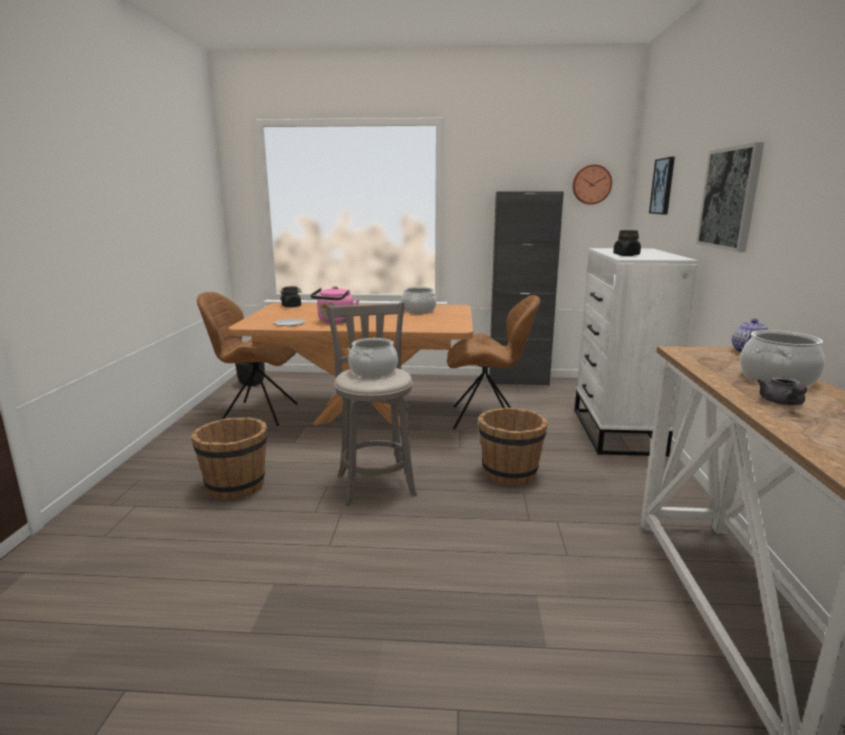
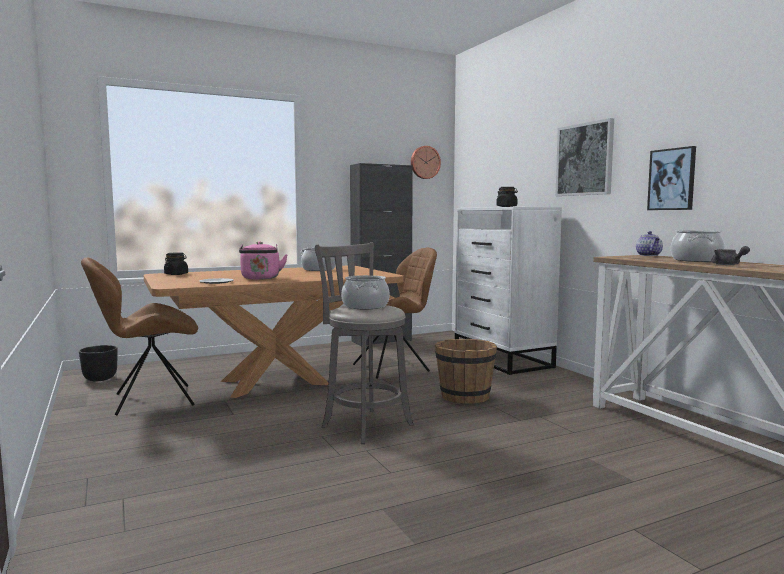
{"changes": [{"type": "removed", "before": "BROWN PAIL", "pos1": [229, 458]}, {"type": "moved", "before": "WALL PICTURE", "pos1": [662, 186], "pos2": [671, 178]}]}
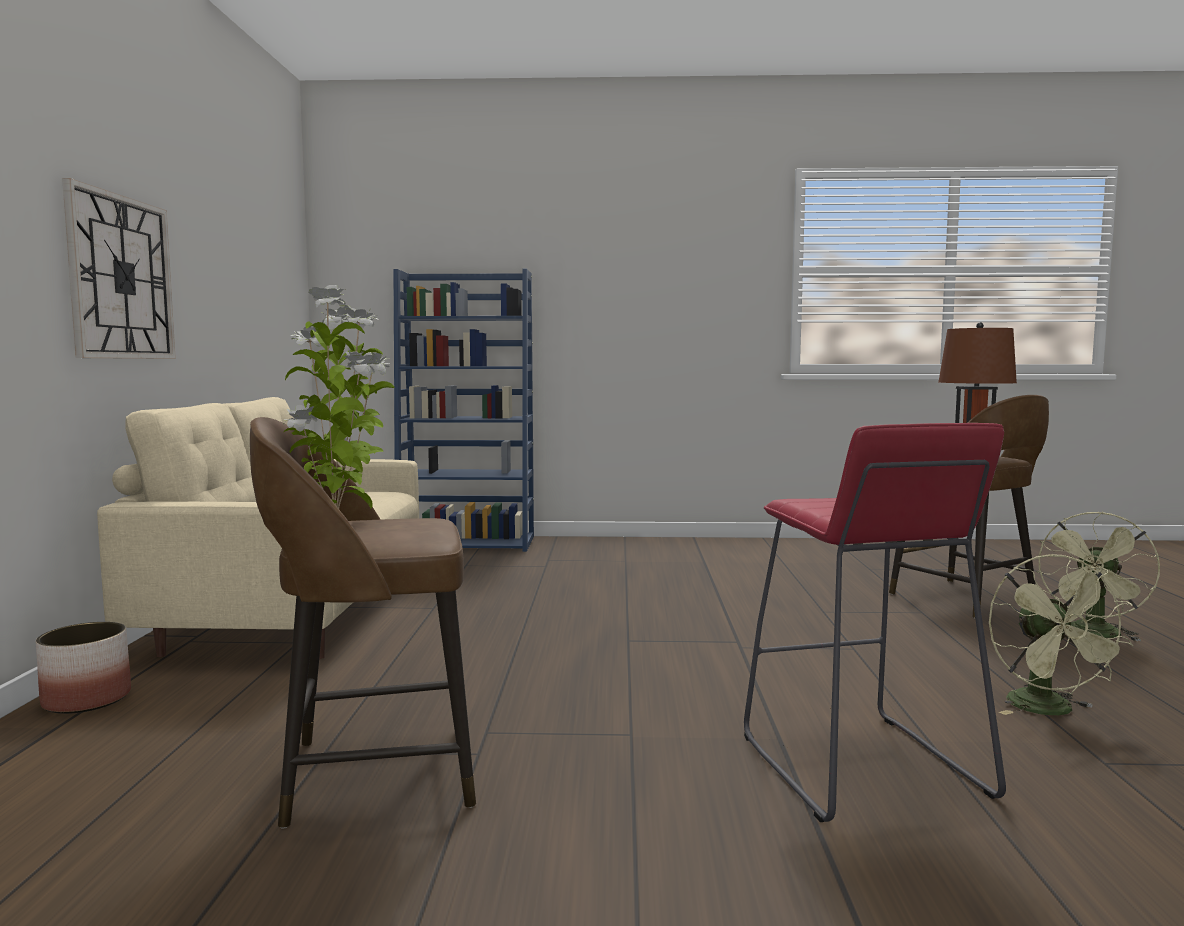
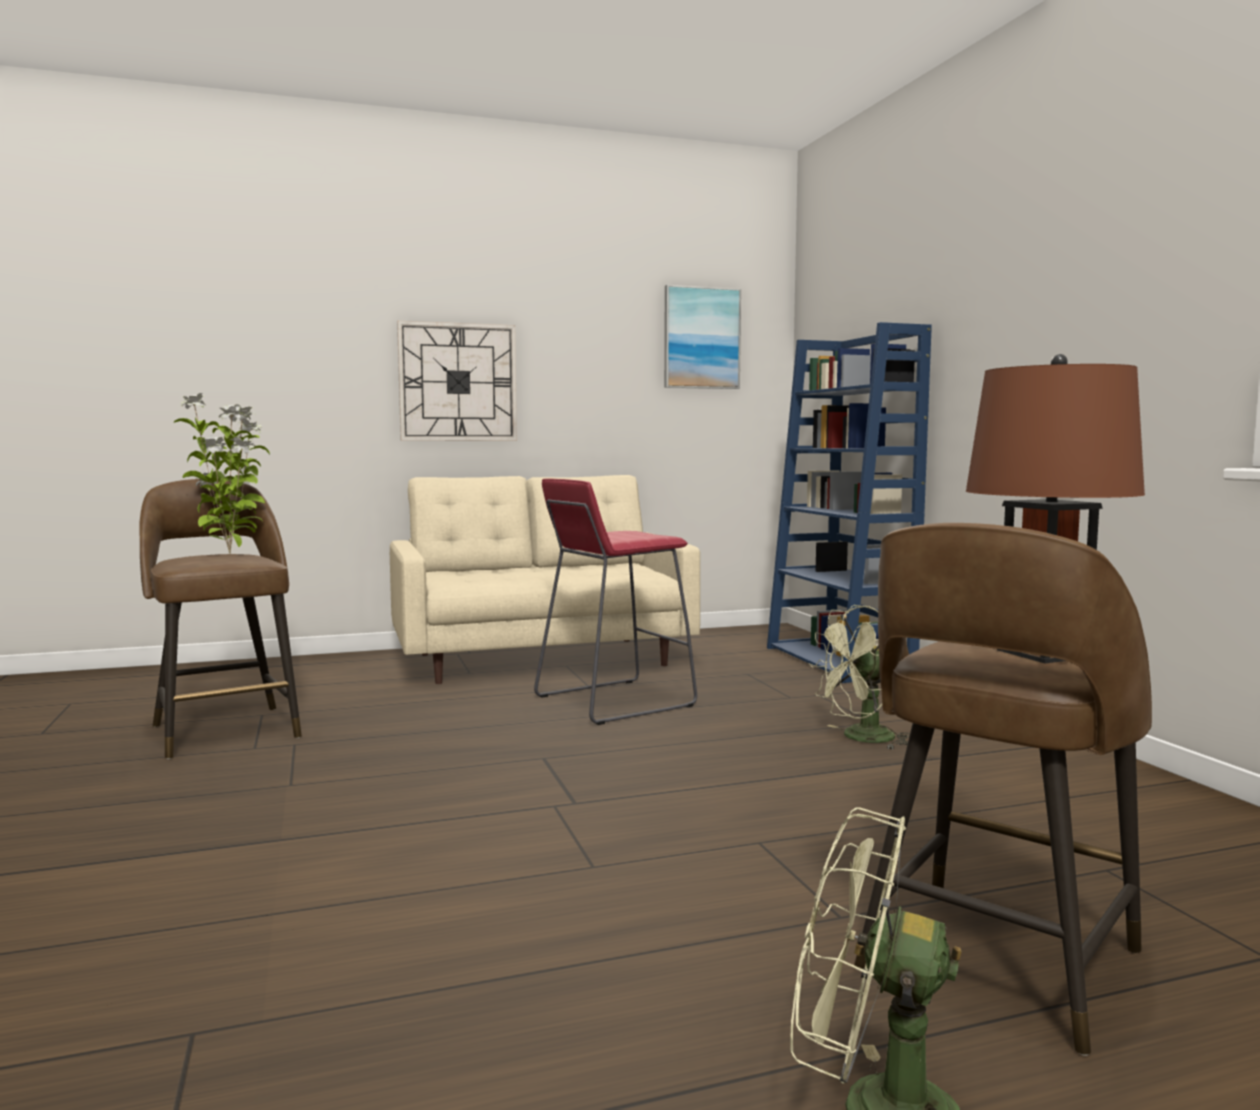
{"changes": [{"type": "removed", "before": "PLANTER", "pos1": [83, 668]}, {"type": "moved", "before": "RED-COLOURED SITTING STOOL", "pos1": [875, 622], "pos2": [615, 601]}, {"type": "moved", "before": "GREEN-COLOURED COOLING FAN", "pos1": [1061, 634], "pos2": [859, 677]}, {"type": "added", "after": "WALL PICTURE", "pos2": [702, 337]}]}
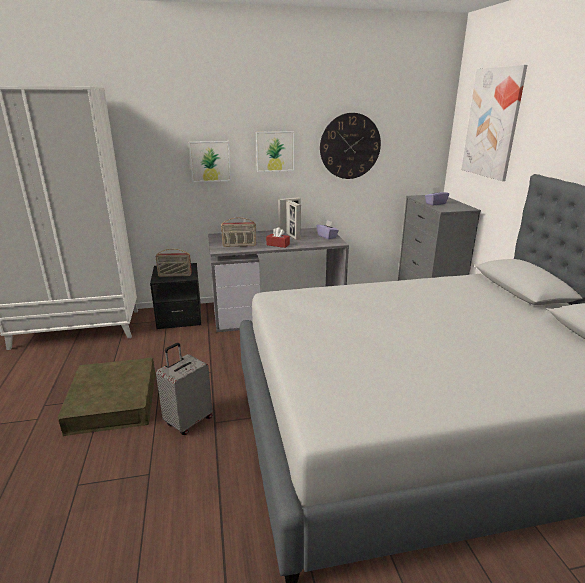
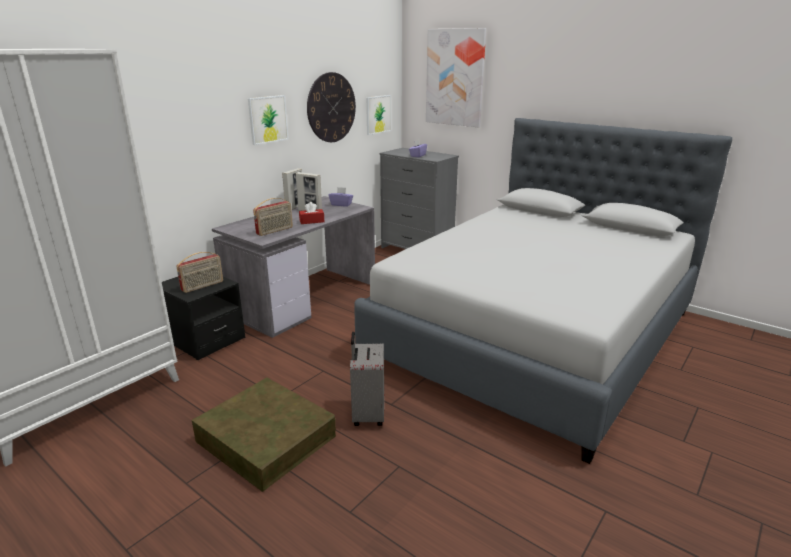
{"changes": [{"type": "moved", "before": "WALL PICTURE", "pos1": [210, 161], "pos2": [378, 115]}]}
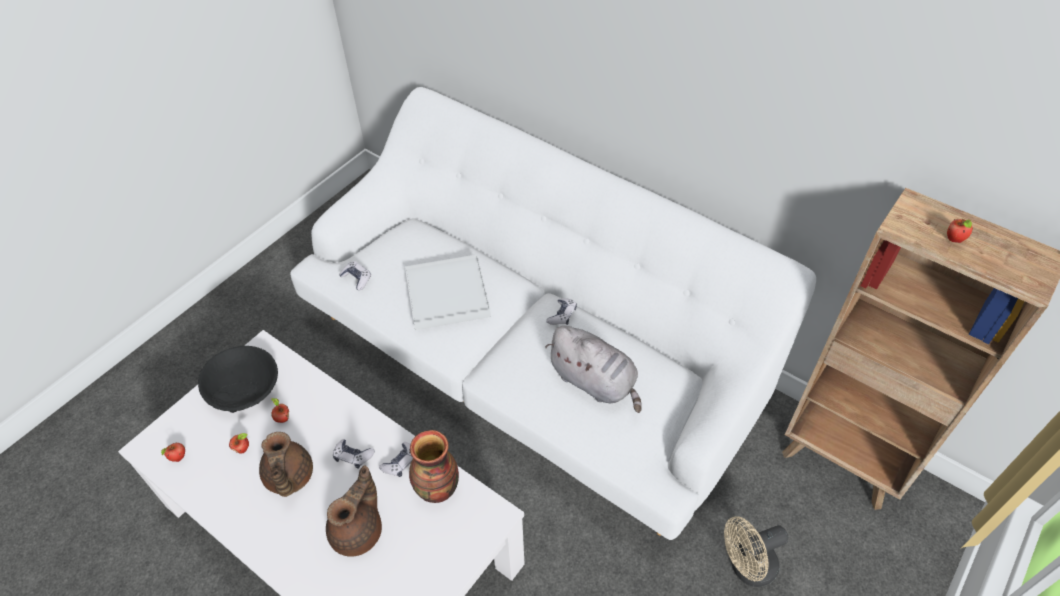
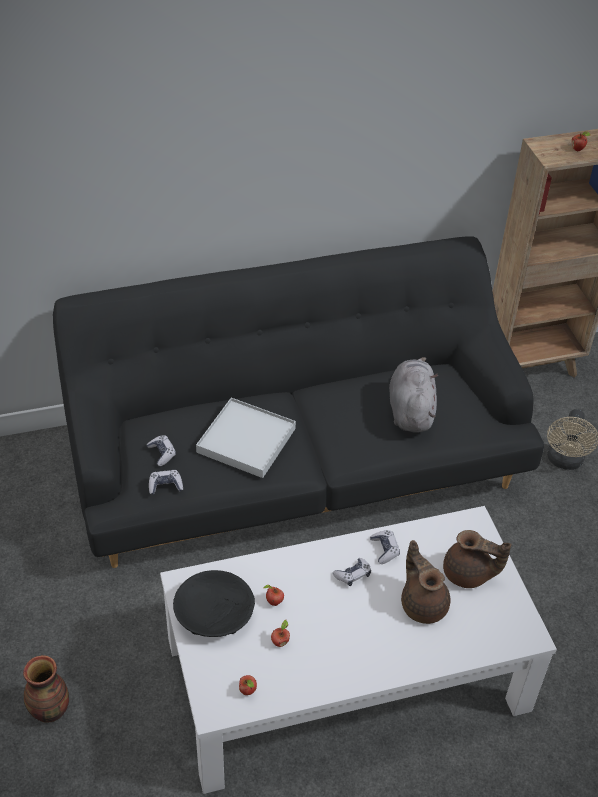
{"changes": [{"type": "moved", "before": "BROWN POT FOR TEA", "pos1": [286, 464], "pos2": [477, 559]}, {"type": "recoloured", "before": "WHITE SETTEE", "after": "BLACK-COLOURED SETTEE", "pos1": [553, 313], "pos2": [298, 402]}, {"type": "moved", "before": "FLOWER VASE", "pos1": [434, 466], "pos2": [46, 689]}, {"type": "turned", "before": "GRAY CUDDLY TOY", "pos1": [593, 369], "pos2": [413, 395], "turn": -75}, {"type": "moved", "before": "GAME CONTROLLER", "pos1": [561, 311], "pos2": [161, 450]}]}
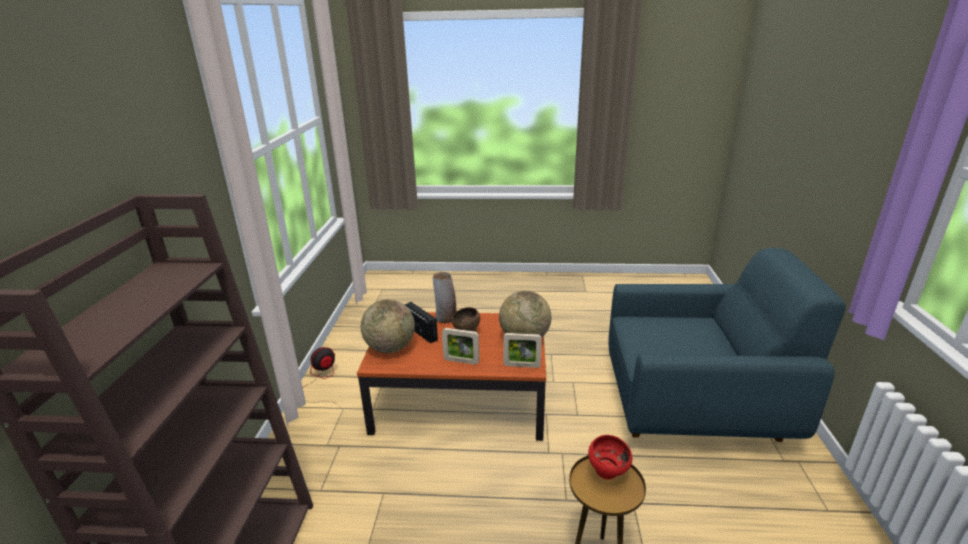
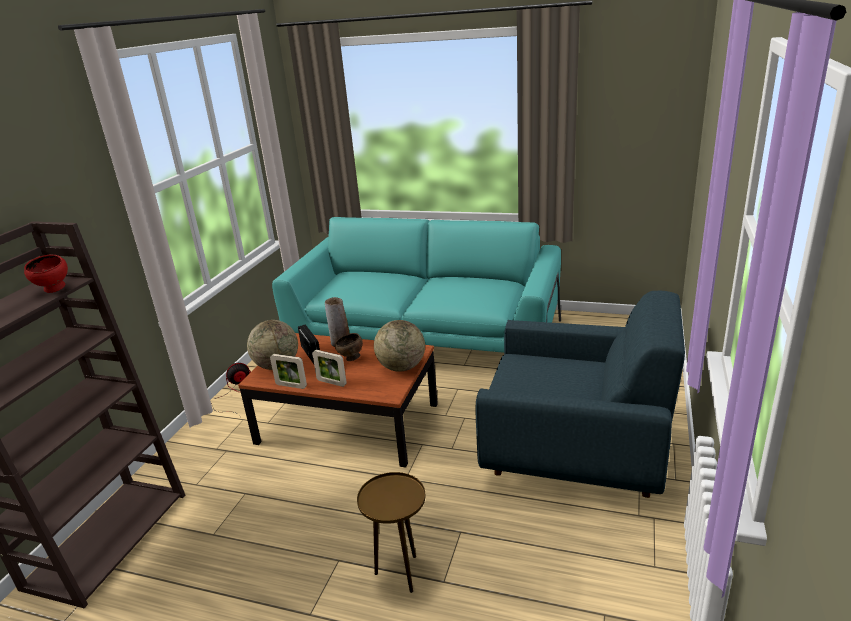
{"changes": [{"type": "moved", "before": "STANDING FRAME", "pos1": [522, 350], "pos2": [288, 371]}, {"type": "moved", "before": "RED-COLOURED BOWL", "pos1": [610, 457], "pos2": [46, 274]}, {"type": "added", "after": "BLUE-GREEN SETTEE", "pos2": [416, 285]}]}
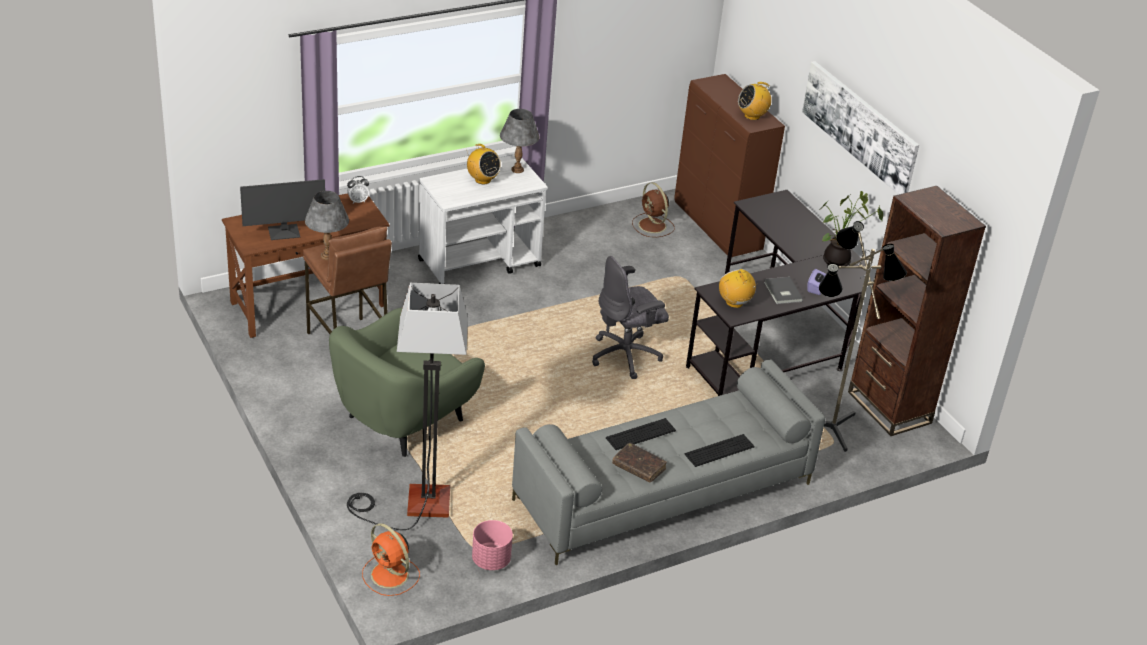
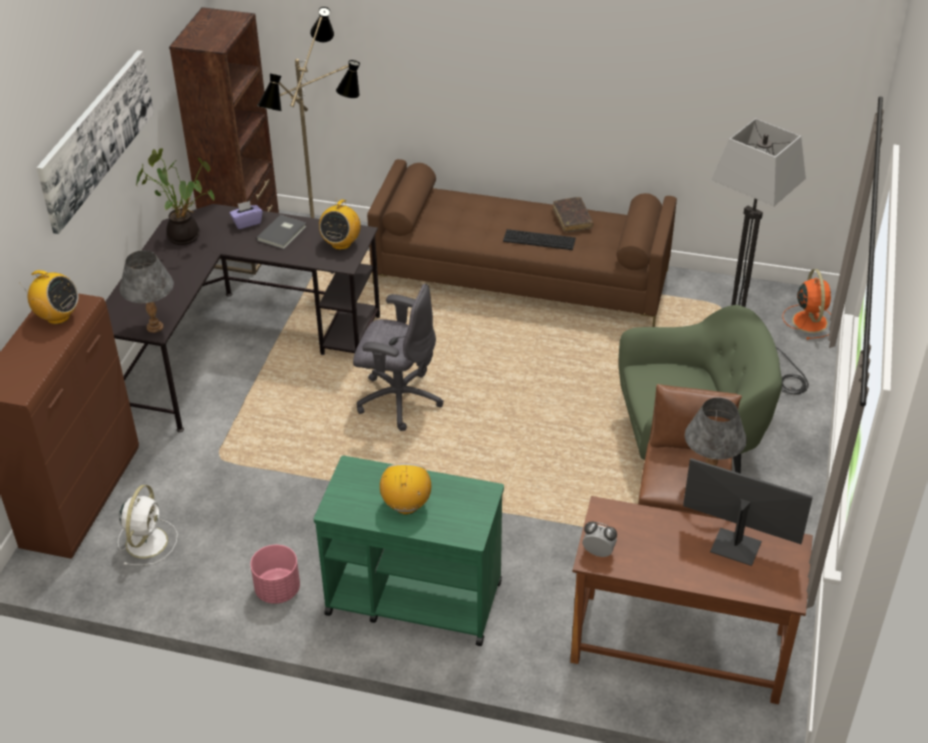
{"changes": [{"type": "recoloured", "before": "WHITE TROLLEY", "after": "GREEN-COLOURED TROLLEY", "pos1": [483, 221], "pos2": [409, 551]}, {"type": "moved", "before": "PINK-COLOURED PLANTER", "pos1": [492, 545], "pos2": [275, 574]}, {"type": "moved", "before": "GRAY TABLETOP LAMP", "pos1": [520, 141], "pos2": [146, 291]}, {"type": "recoloured", "before": "GRAY SETTEE", "after": "BROWN SETTEE", "pos1": [668, 462], "pos2": [522, 243]}, {"type": "recoloured", "before": "BROWN COOLING FAN", "after": "WHITE COOLING FAN", "pos1": [653, 210], "pos2": [148, 525]}, {"type": "removed", "before": "COMPUTER KEYBOARD", "pos1": [720, 450]}]}
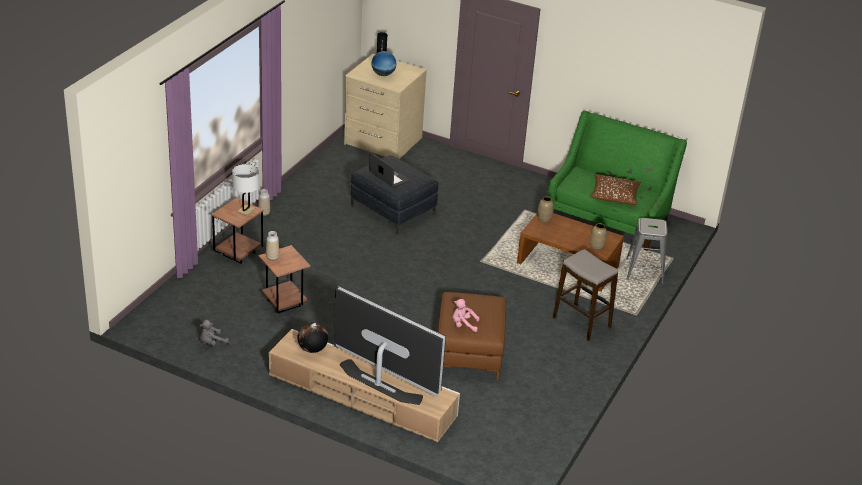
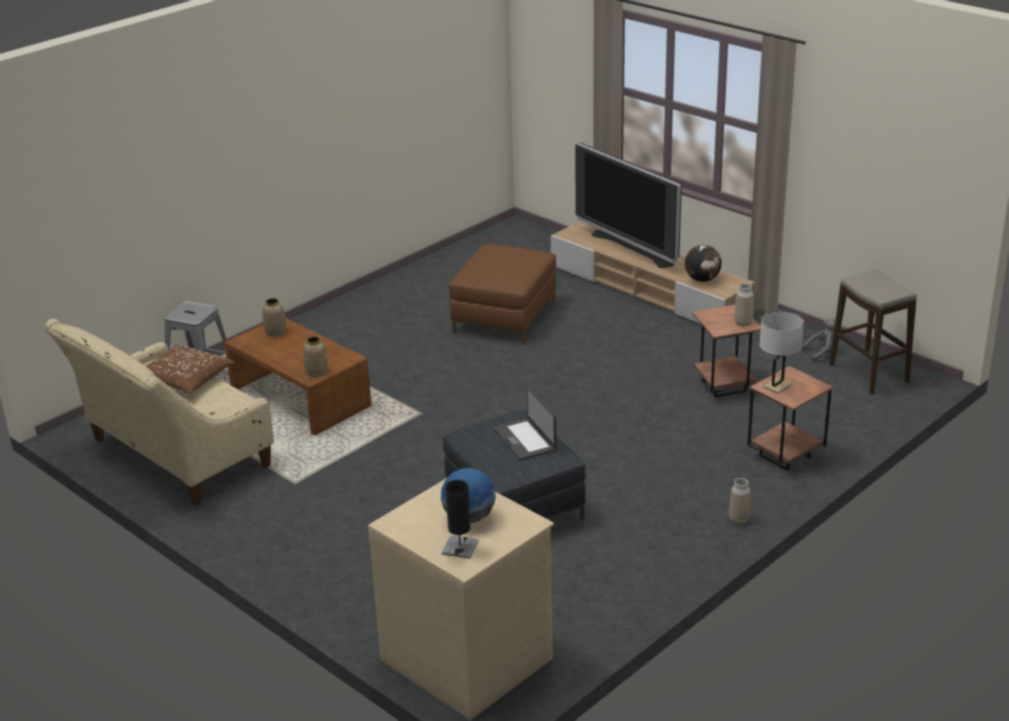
{"changes": [{"type": "removed", "before": "PINK-COLOURED CUDDLY TOY", "pos1": [466, 315]}, {"type": "recoloured", "before": "GREEN-COLOURED SETTEE", "after": "BEIGE SETTEE", "pos1": [617, 180], "pos2": [159, 412]}, {"type": "moved", "before": "SITTING STOOL", "pos1": [585, 295], "pos2": [873, 332]}]}
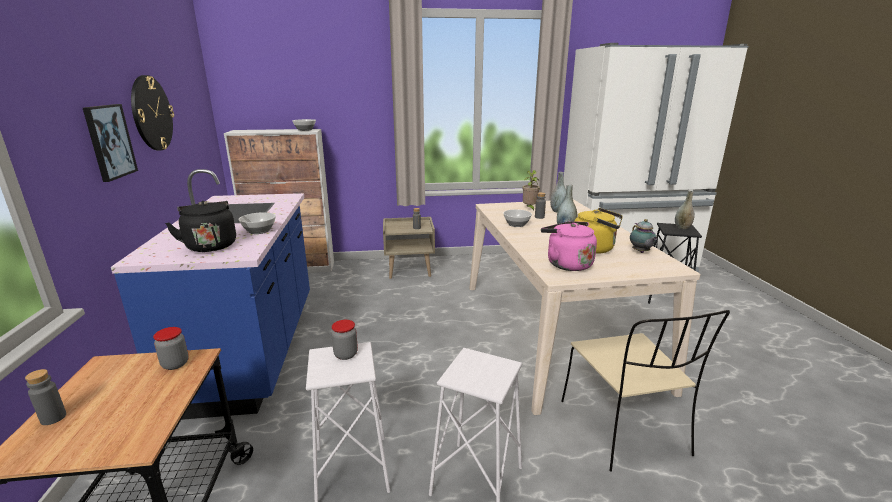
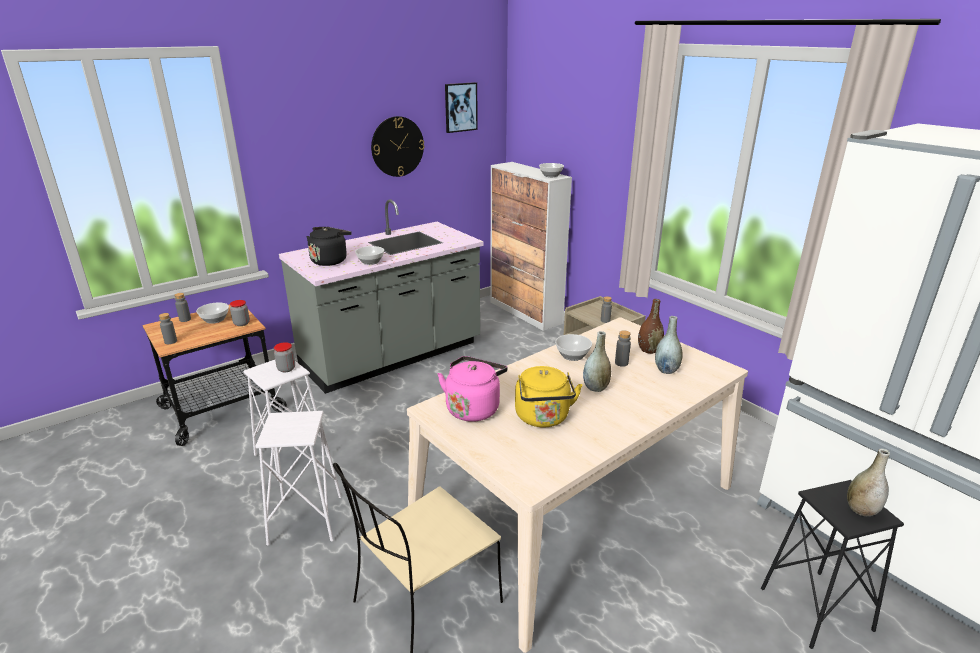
{"changes": [{"type": "moved", "before": "WALL PICTURE", "pos1": [110, 143], "pos2": [461, 107]}, {"type": "recoloured", "before": "BLUE-COLOURED KITCHEN BASE UNIT", "after": "GRAY KITCHEN BASE UNIT", "pos1": [210, 294], "pos2": [381, 296]}, {"type": "replaced", "before": "PLANT IN A POT", "after": "BROWN FLOWER VASE", "pos1": [531, 190], "pos2": [651, 326]}, {"type": "removed", "before": "POT FOR TEA", "pos1": [643, 236]}, {"type": "added", "after": "GRAY BOTTLE", "pos2": [168, 328]}, {"type": "added", "after": "BOWL", "pos2": [212, 313]}]}
